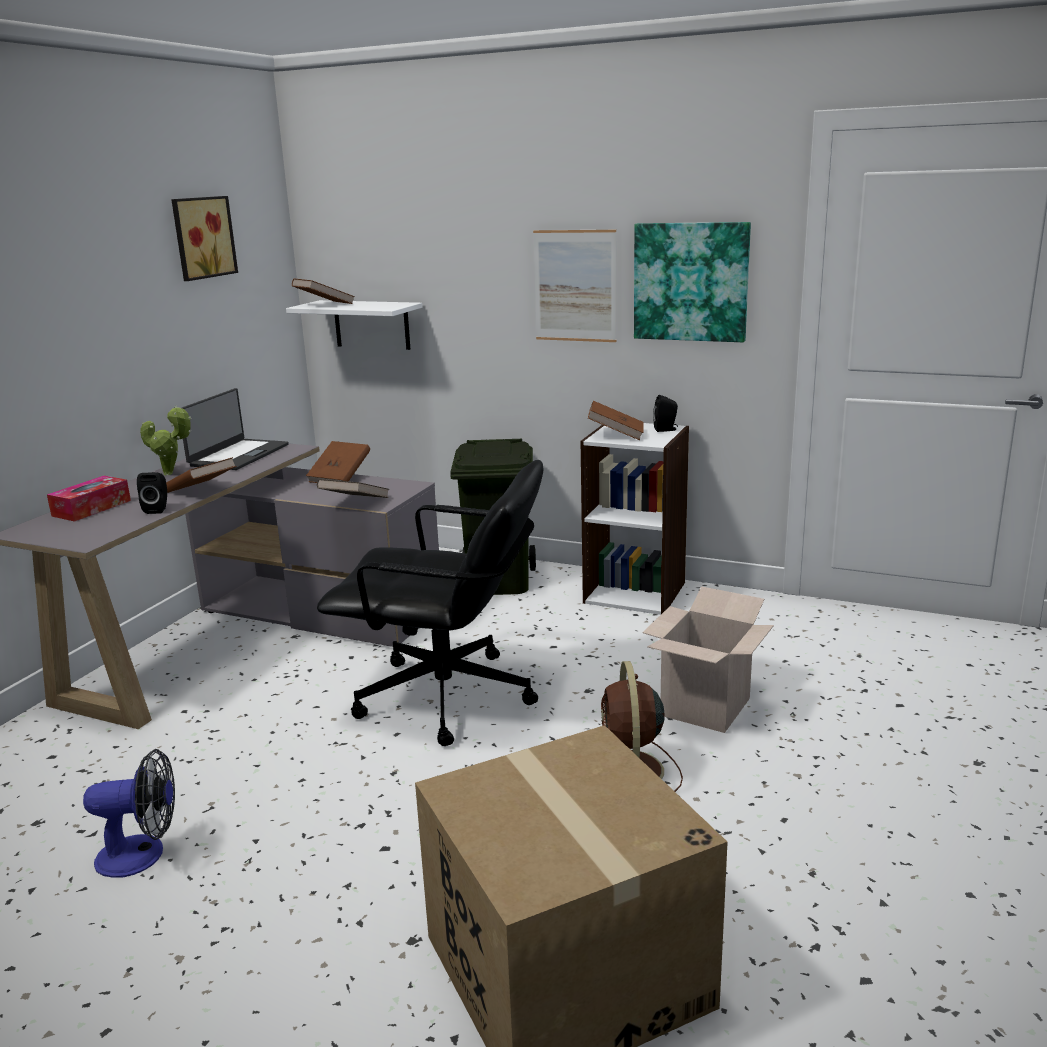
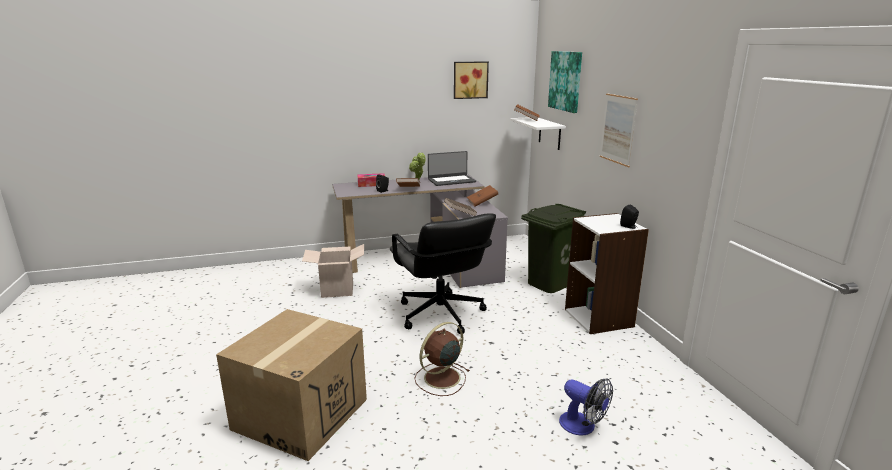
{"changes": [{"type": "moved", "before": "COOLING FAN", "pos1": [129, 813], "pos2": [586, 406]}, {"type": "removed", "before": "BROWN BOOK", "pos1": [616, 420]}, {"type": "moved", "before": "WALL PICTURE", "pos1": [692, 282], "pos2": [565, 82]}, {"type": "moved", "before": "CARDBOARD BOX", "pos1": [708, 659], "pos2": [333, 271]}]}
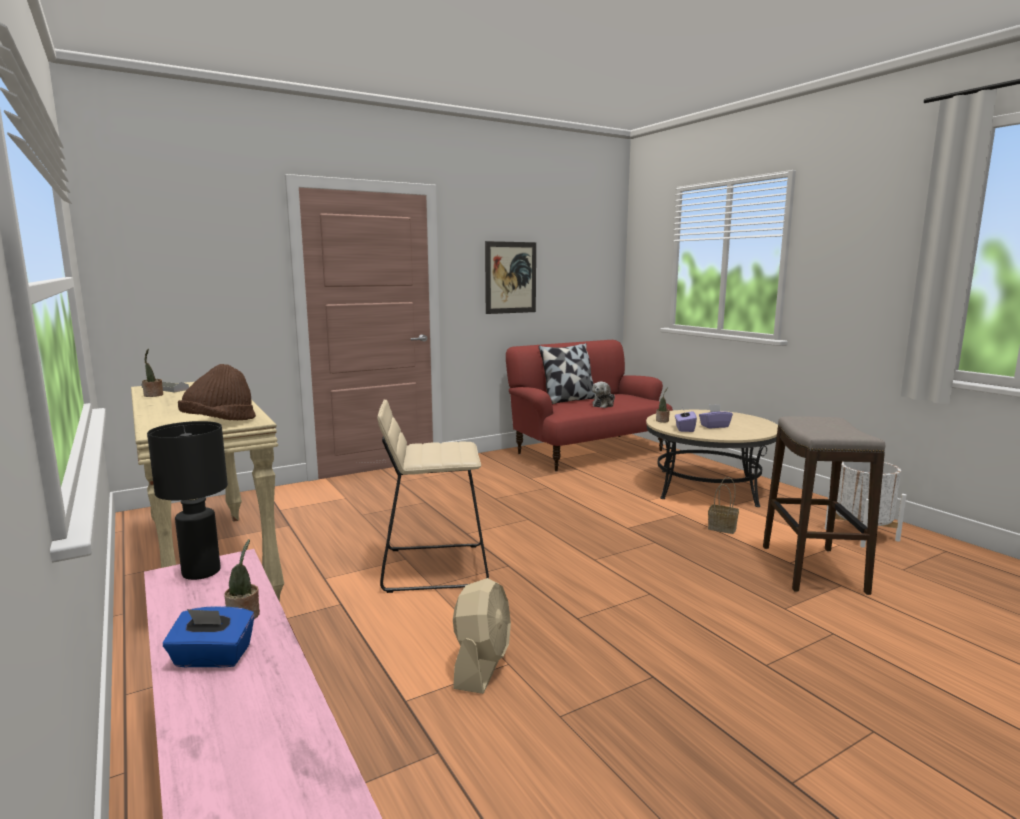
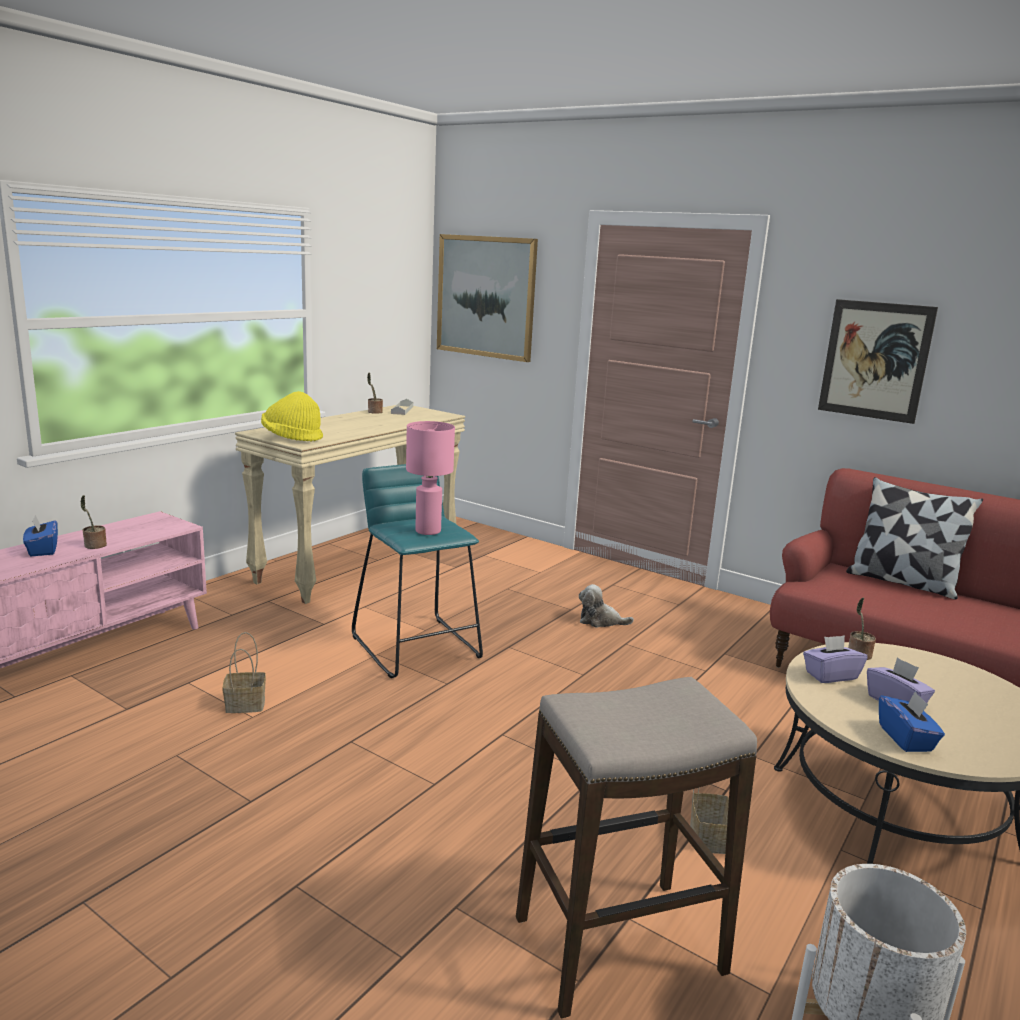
{"changes": [{"type": "removed", "before": "BLACK-COLOURED TABLETOP LAMP", "pos1": [187, 500]}, {"type": "recoloured", "before": "BROWN HAT", "after": "YELLOW HAT", "pos1": [217, 392], "pos2": [292, 416]}, {"type": "recoloured", "before": "BEIGE SITTING STOOL", "after": "BLUE-GREEN SITTING STOOL", "pos1": [433, 496], "pos2": [417, 571]}, {"type": "replaced", "before": "BEIGE COOLING FAN", "after": "BASKET", "pos1": [482, 636], "pos2": [244, 672]}, {"type": "moved", "before": "CUDDLY TOY", "pos1": [603, 395], "pos2": [606, 606]}, {"type": "added", "after": "PINK-COLOURED TABLETOP LAMP", "pos2": [430, 478]}, {"type": "added", "after": "WALL PICTURE", "pos2": [487, 298]}, {"type": "added", "after": "BLUE-COLOURED TISSUE HOLDER", "pos2": [912, 721]}]}
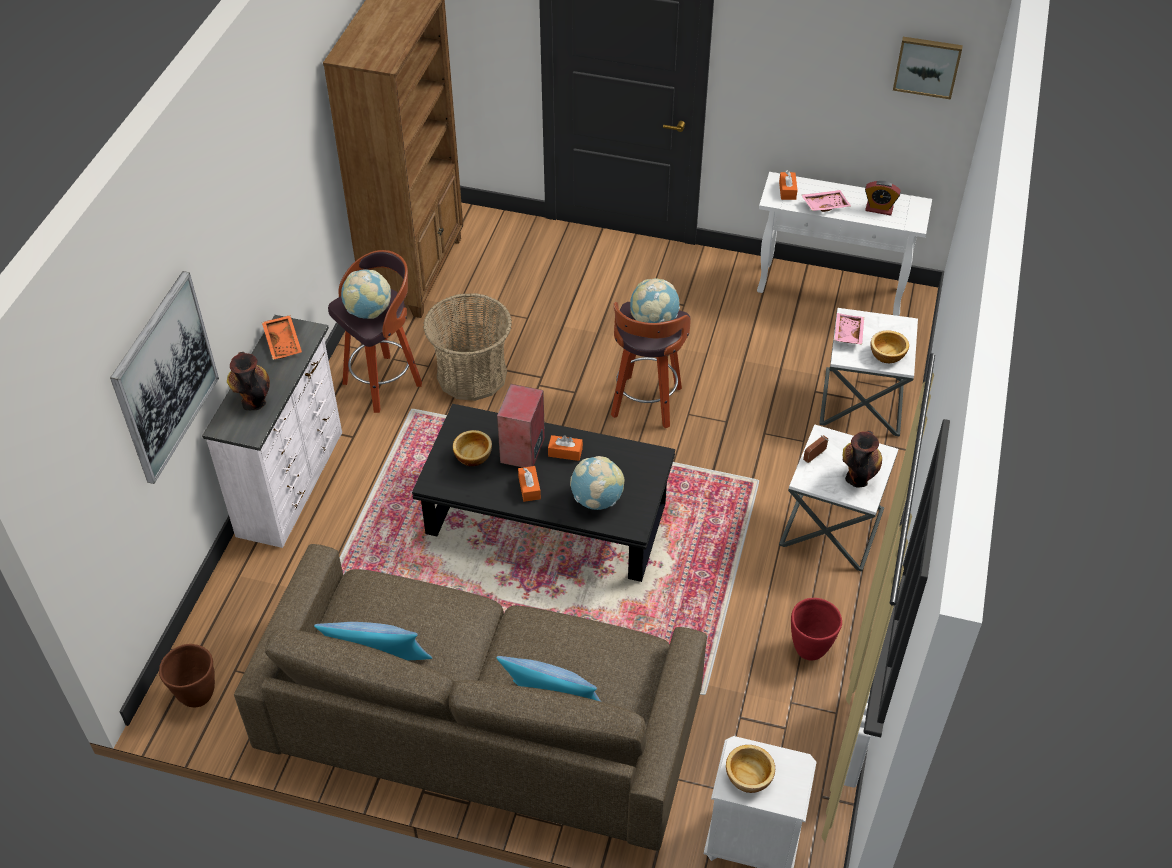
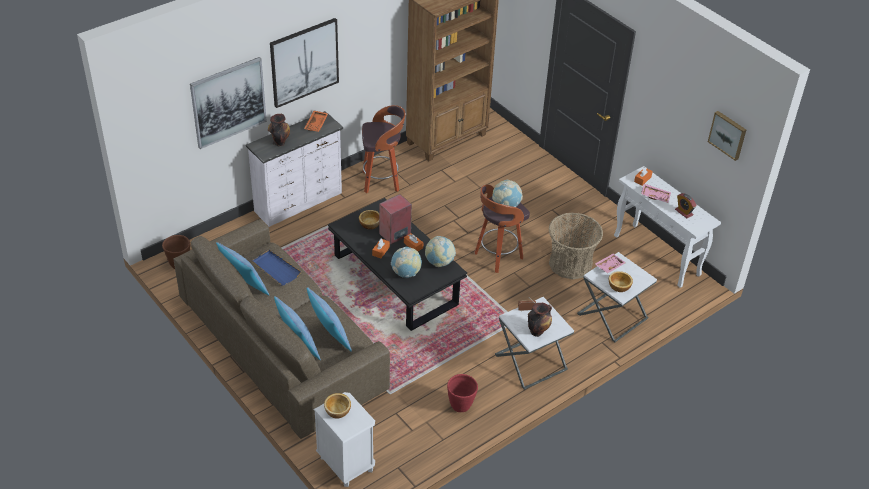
{"changes": [{"type": "moved", "before": "DESK GLOBE", "pos1": [366, 294], "pos2": [440, 251]}, {"type": "moved", "before": "BASKET", "pos1": [467, 347], "pos2": [575, 245]}, {"type": "added", "after": "BLUE-COLOURED CARRYING TRAY", "pos2": [276, 268]}, {"type": "added", "after": "WALL PICTURE", "pos2": [304, 63]}, {"type": "added", "after": "PILLOW", "pos2": [329, 319]}]}
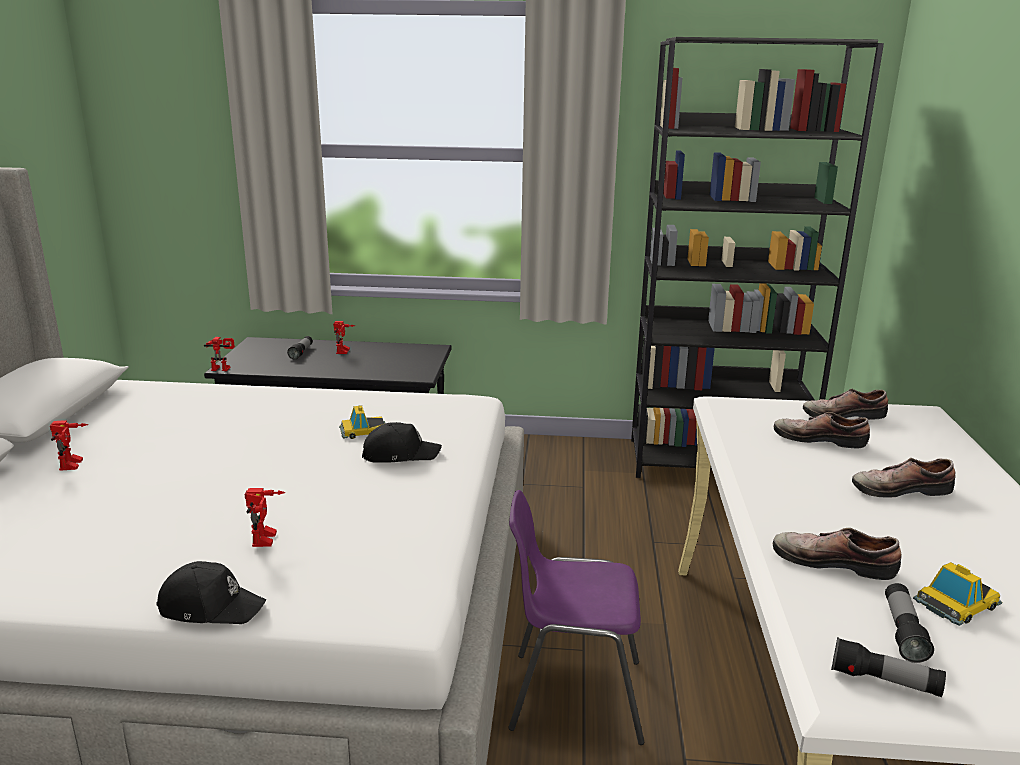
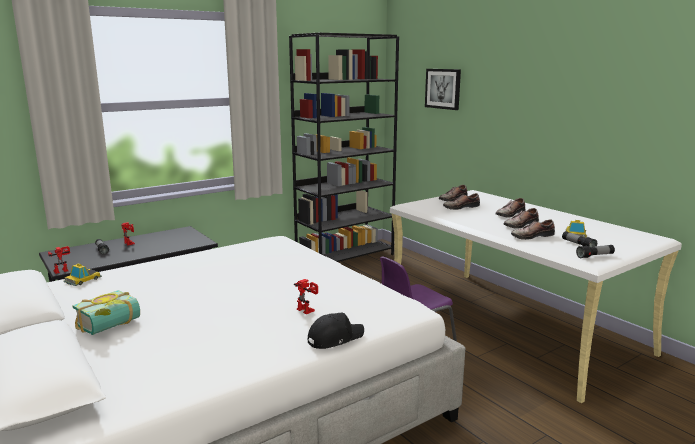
{"changes": [{"type": "replaced", "before": "MODEL ROBOT", "after": "BOOK", "pos1": [69, 445], "pos2": [106, 312]}, {"type": "moved", "before": "MINIATURE CAR", "pos1": [362, 422], "pos2": [82, 274]}, {"type": "removed", "before": "BLACK-COLOURED CAP", "pos1": [402, 442]}, {"type": "added", "after": "WALL PICTURE", "pos2": [443, 89]}, {"type": "added", "after": "LOW SHOE", "pos2": [521, 218]}]}
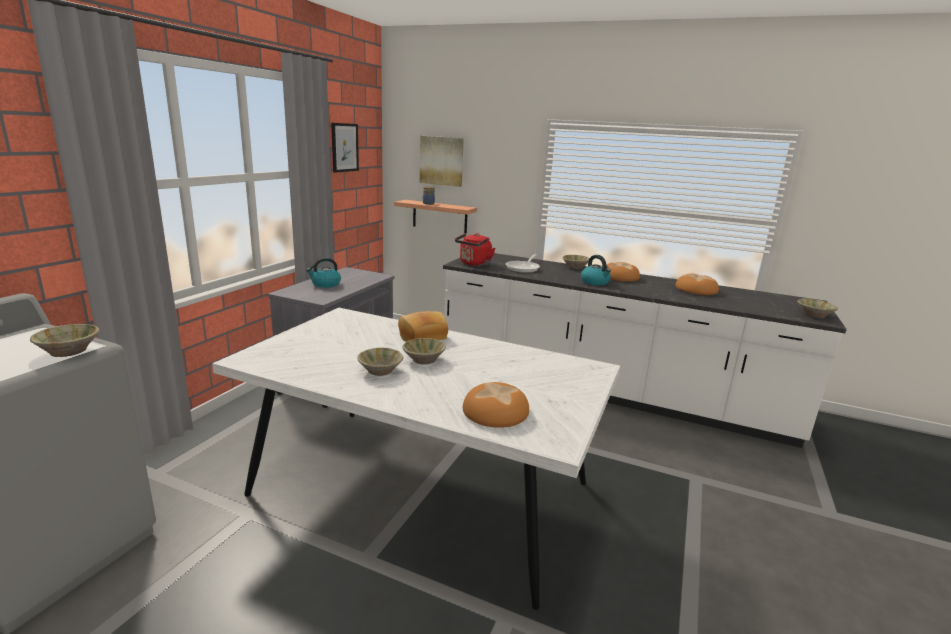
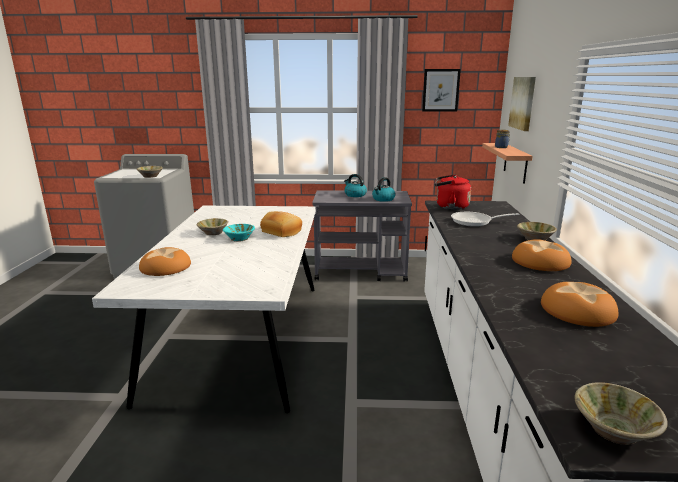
{"changes": [{"type": "recoloured", "before": "BEIGE BOWL", "after": "BLUE-GREEN BOWL", "pos1": [424, 351], "pos2": [239, 233]}, {"type": "moved", "before": "KETTLE", "pos1": [596, 270], "pos2": [384, 189]}]}
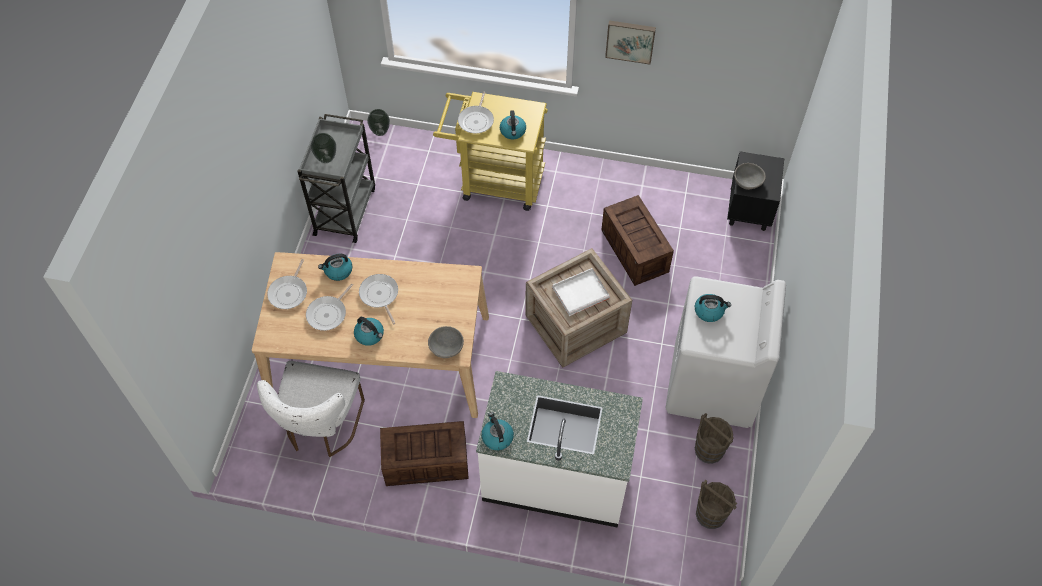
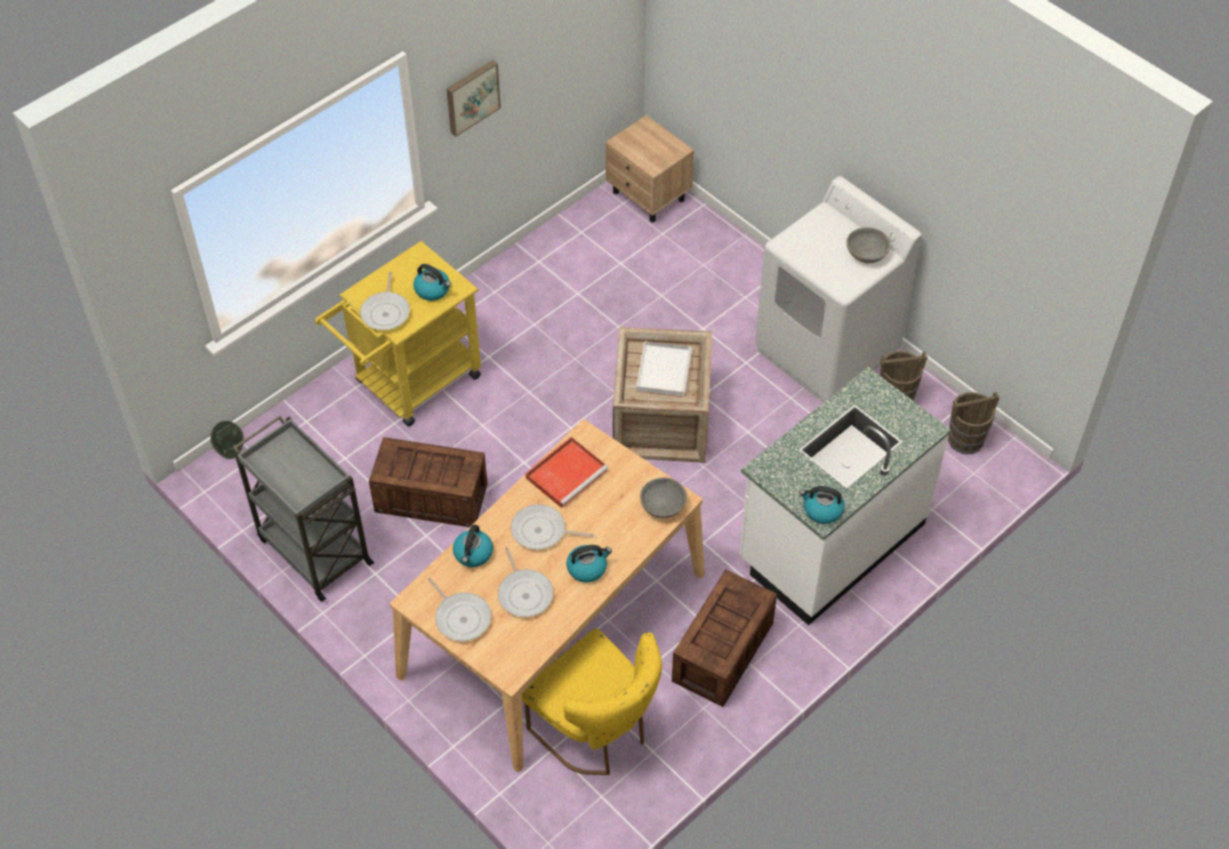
{"changes": [{"type": "recoloured", "before": "WHITE PLAIN CHAIR", "after": "YELLOW PLAIN CHAIR", "pos1": [311, 409], "pos2": [592, 701]}, {"type": "removed", "before": "FLOWER VASE", "pos1": [323, 148]}, {"type": "turned", "before": "FRYING PAN", "pos1": [476, 112], "pos2": [385, 301], "turn": 45}, {"type": "moved", "before": "PACKING CRATE", "pos1": [637, 240], "pos2": [428, 482]}, {"type": "removed", "before": "KETTLE", "pos1": [713, 308]}, {"type": "recoloured", "before": "BLACK-COLOURED BEDSIDE TABLE", "after": "BEIGE BEDSIDE TABLE", "pos1": [755, 191], "pos2": [650, 168]}, {"type": "moved", "before": "GRAY BOWL", "pos1": [750, 176], "pos2": [868, 245]}, {"type": "added", "after": "RED-COLOURED CARRYING TRAY", "pos2": [566, 472]}]}
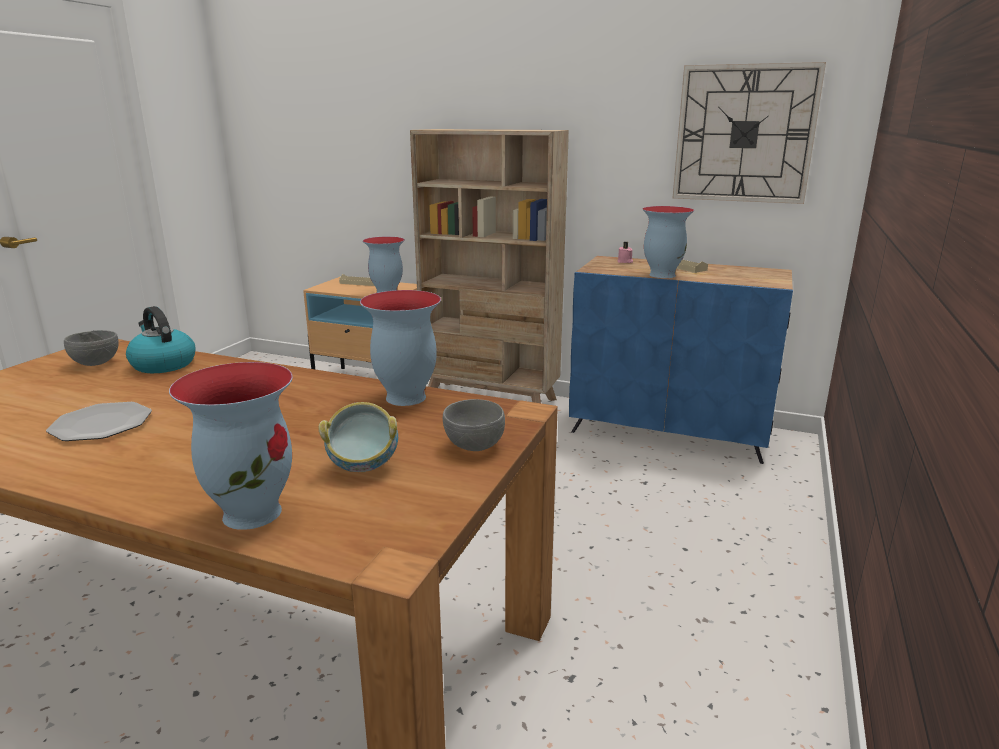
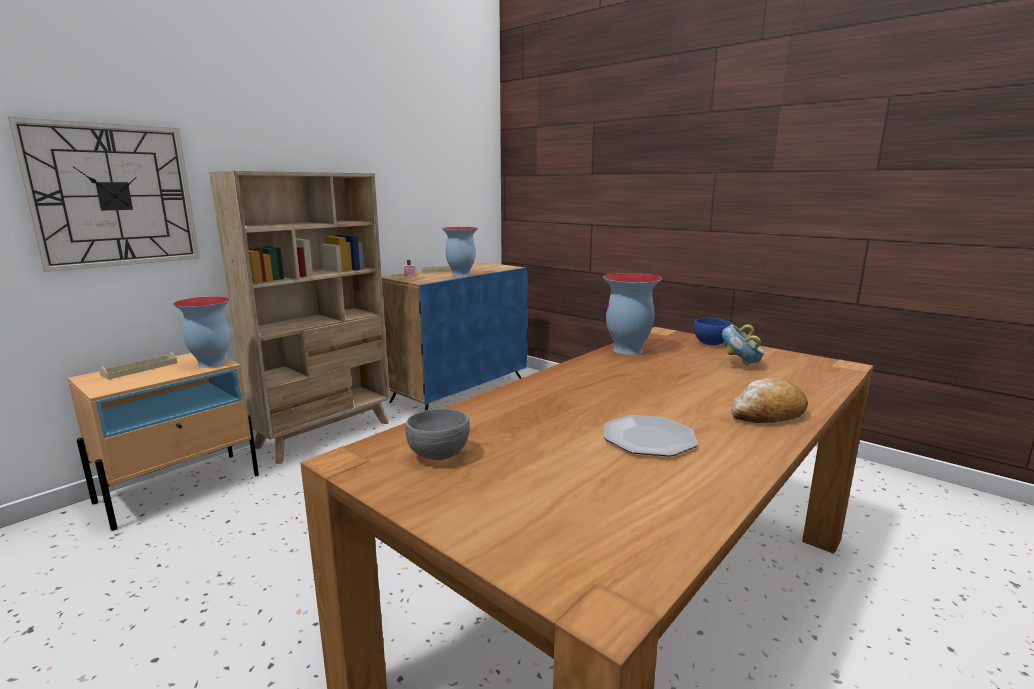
{"changes": [{"type": "removed", "before": "KETTLE", "pos1": [160, 339]}, {"type": "removed", "before": "FLOWER VASE", "pos1": [231, 446]}, {"type": "recoloured", "before": "GRAY BOWL", "after": "BLUE-COLOURED BOWL", "pos1": [474, 425], "pos2": [713, 331]}, {"type": "moved", "before": "WALL CLOCK", "pos1": [749, 133], "pos2": [103, 194]}, {"type": "added", "after": "BAKERY BREAD", "pos2": [769, 400]}]}
